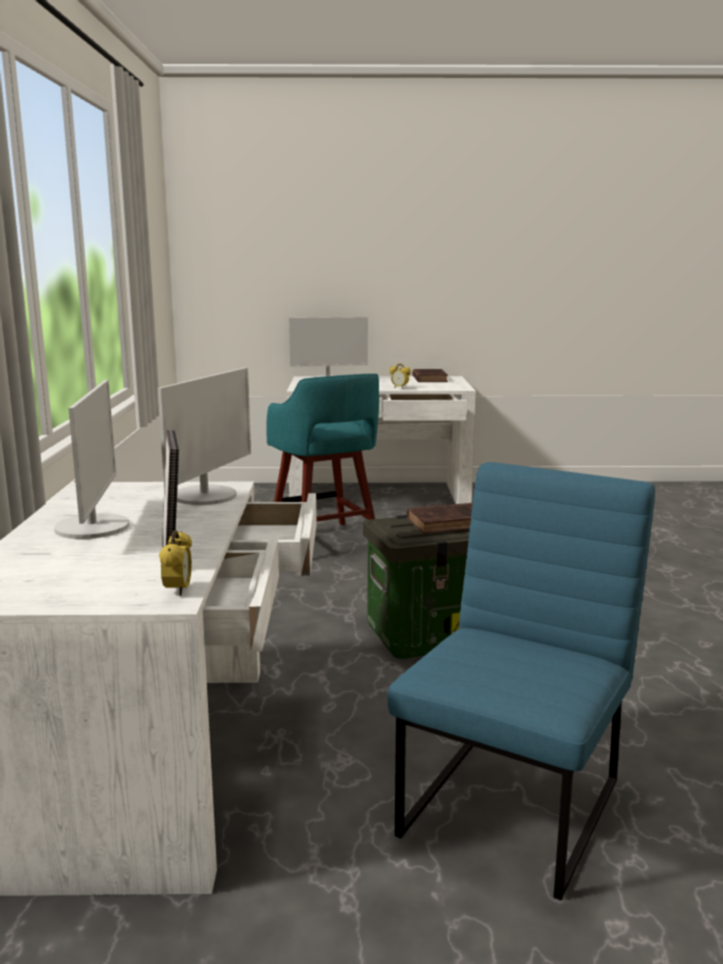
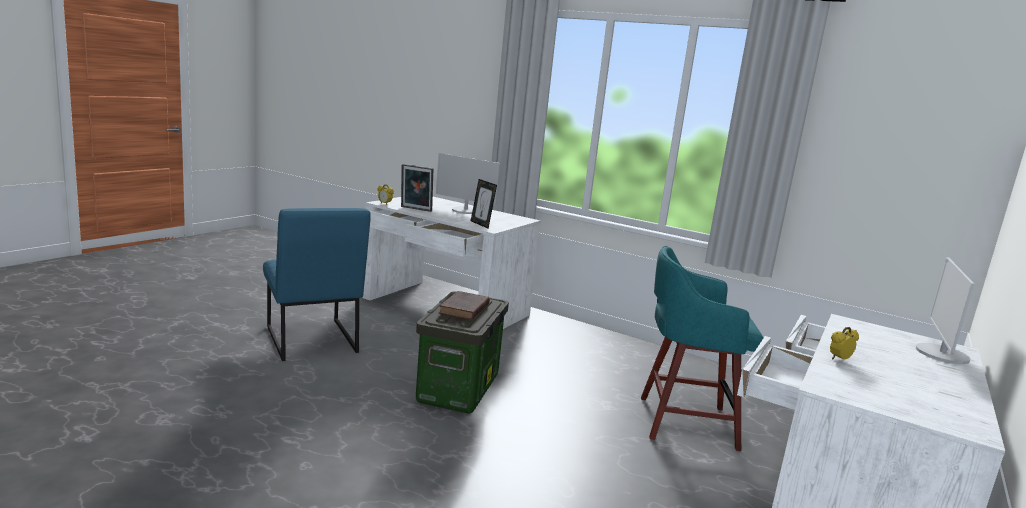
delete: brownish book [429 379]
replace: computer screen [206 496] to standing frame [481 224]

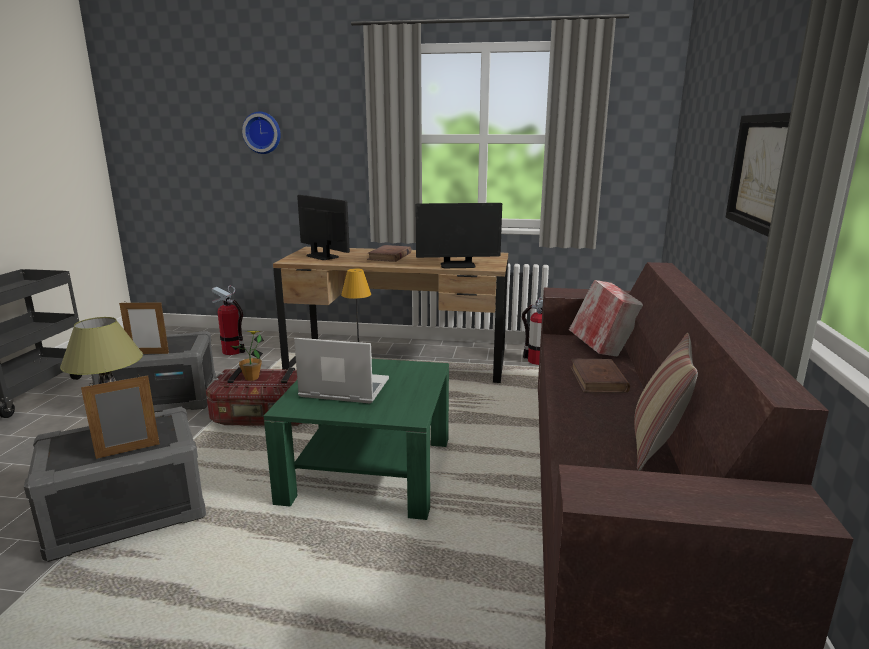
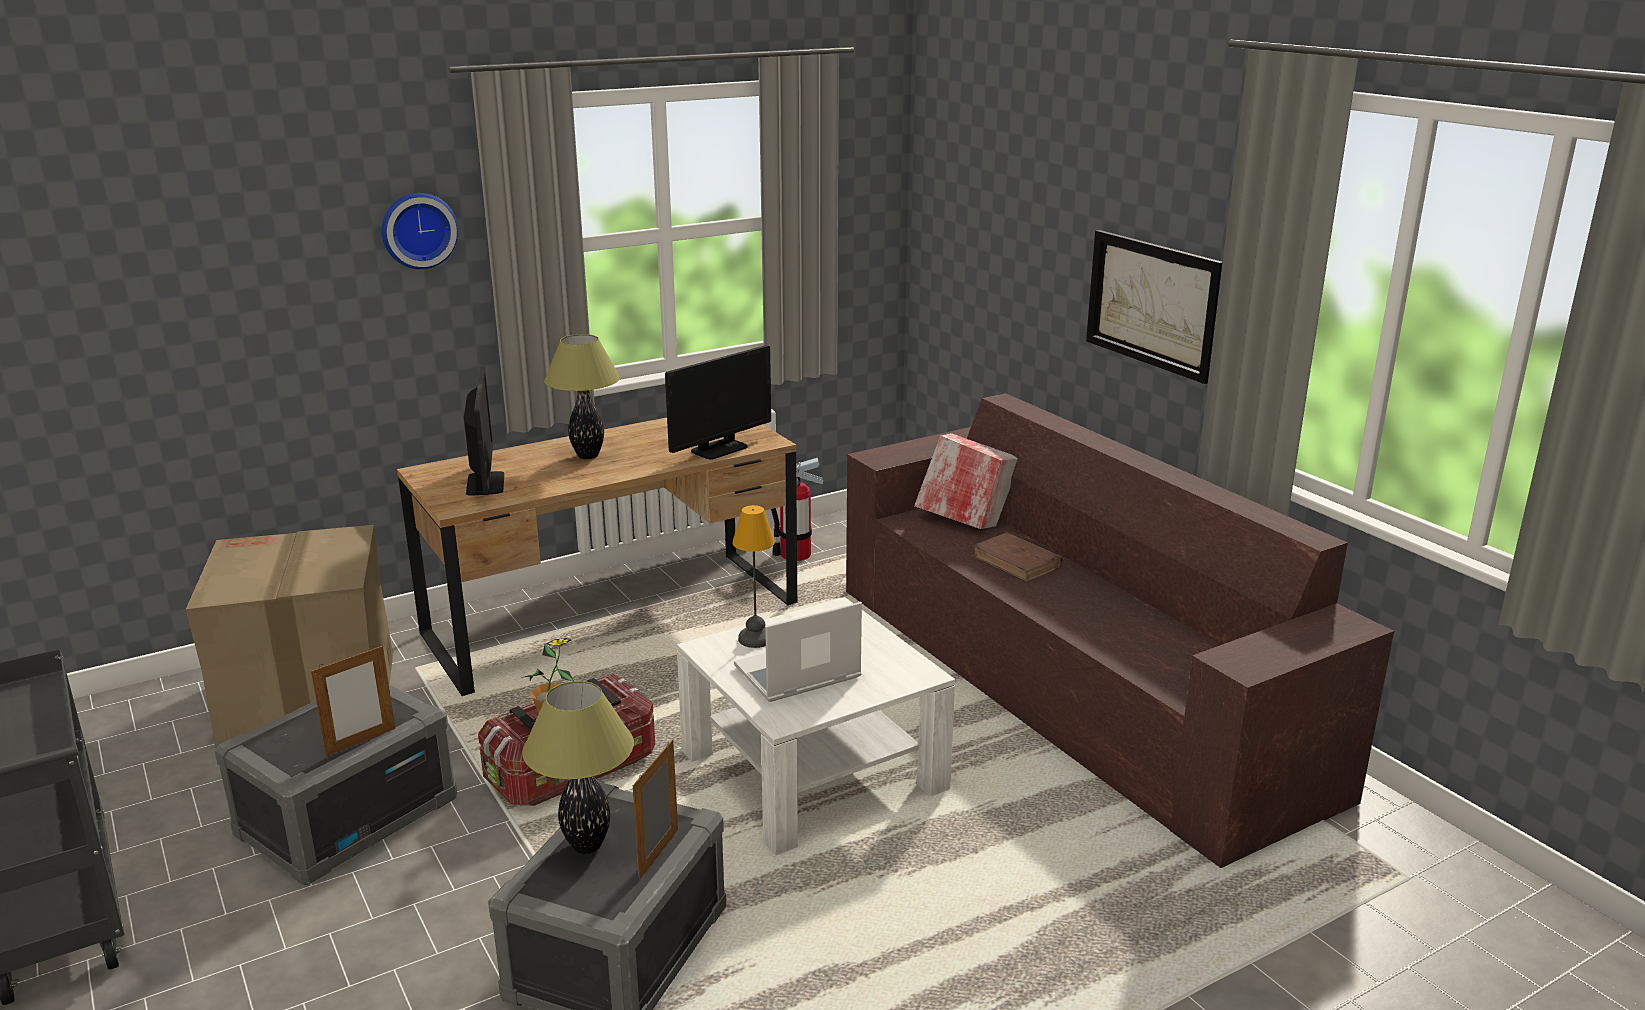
delete: throw pillow [656 445]
move: hanging clock [262 132] to [418 230]
replace: extinguisher [233 351] to carton [310 700]; brownish book [389 256] to lamp for a table [588 456]
recolor: greenish coffee table [368 469] to white coffee table [813 770]
rotate: computer screen [322 256] = [485 484] 75 degrees clockwise

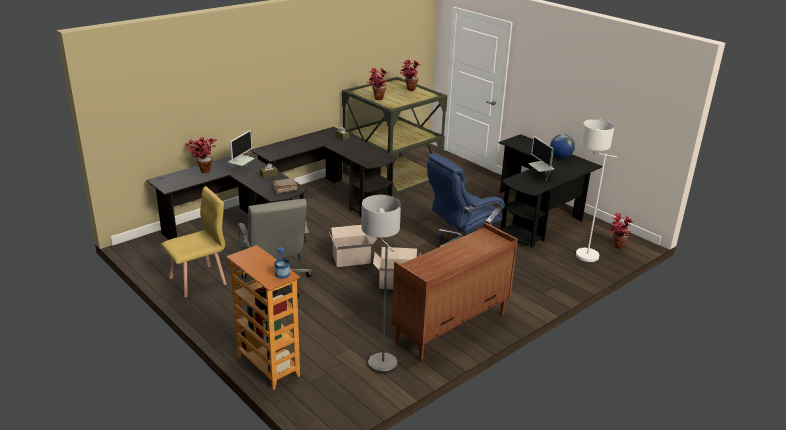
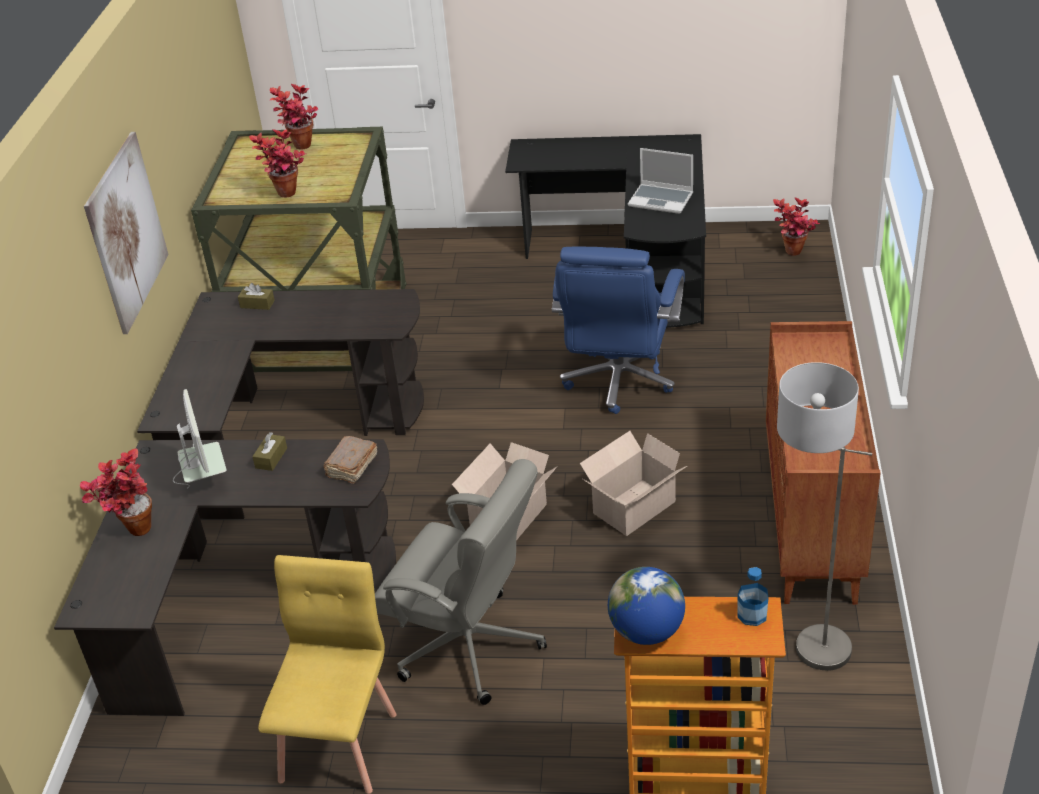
delete: white standard lamp [580 254]
insert: wall picture [126 232]
move: globe [560 157] to [647 631]
replace: computer screen [540 177] to notebook computer [661 200]

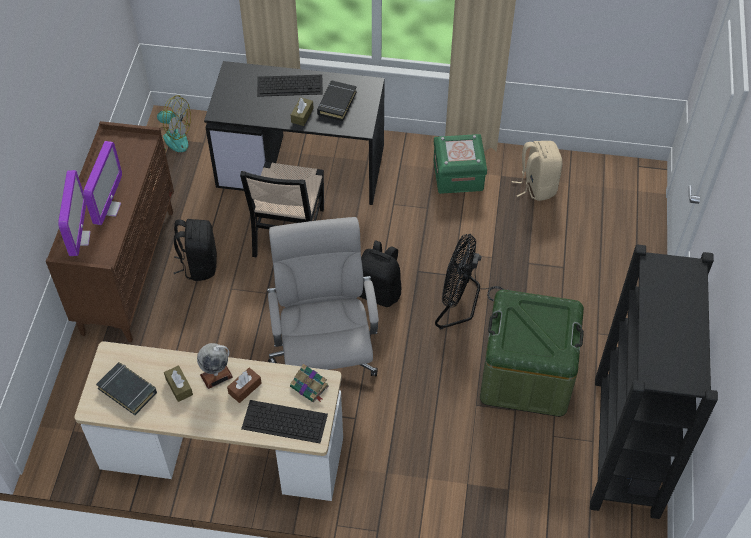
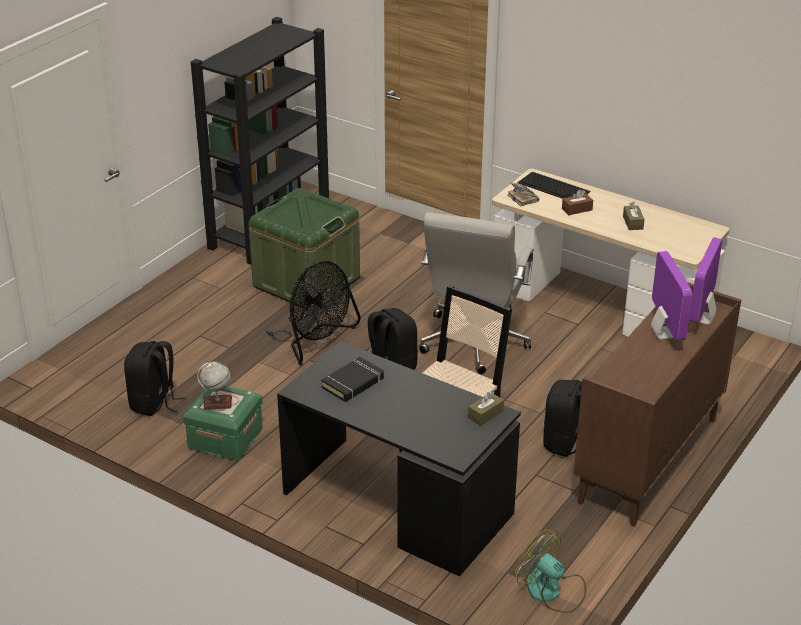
delete: blackish book [128 390]; PC keyboard [290 85]
move: globe [216 375] to [217 403]; brownish tissue holder [302 115] to [485 414]
recolor: sand-coloured rucksack [536 186] to blackish rucksack [154 403]
rotate: computer screen [109 208] = [664 333] 135 degrees clockwise

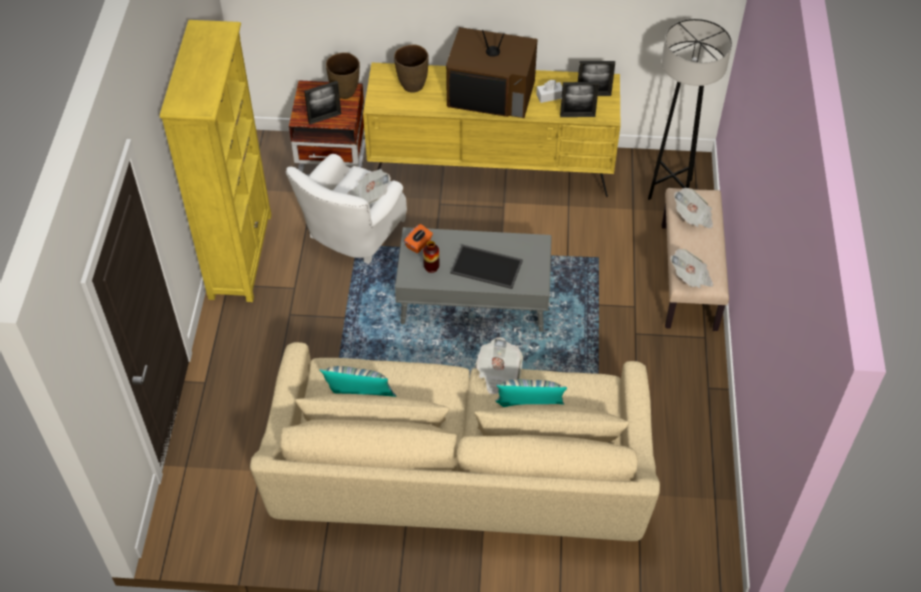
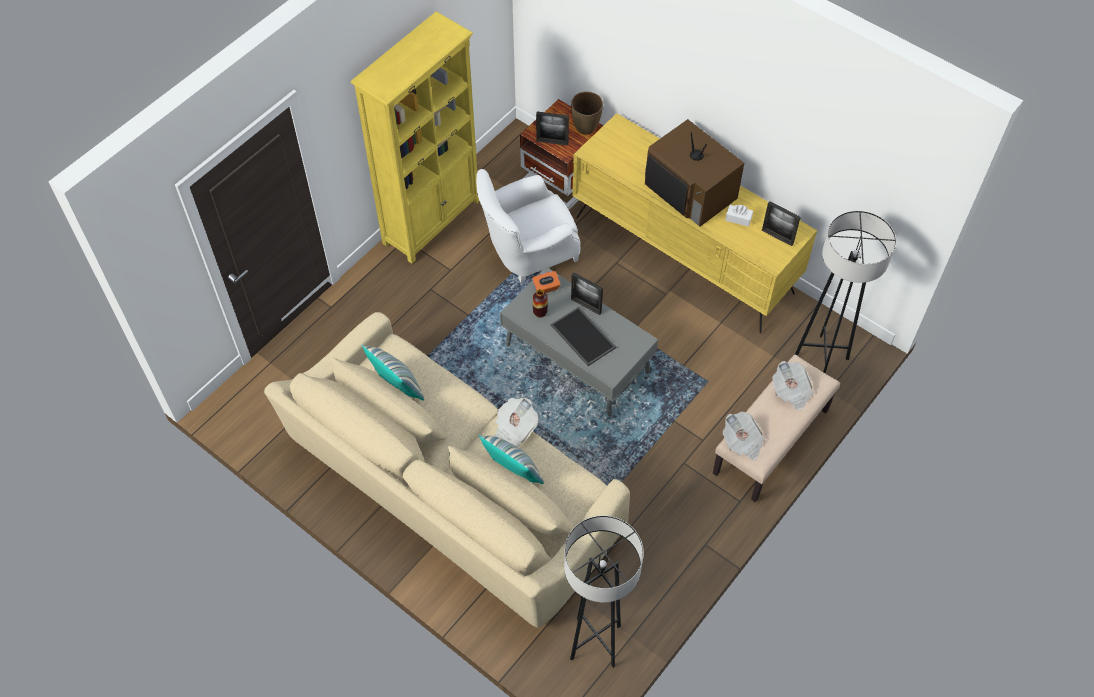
delete: newspaper [369 196]; brownish vase [412 85]
insert: gray standard lamp [595 642]
move: standing frame [577 115] to [586 306]

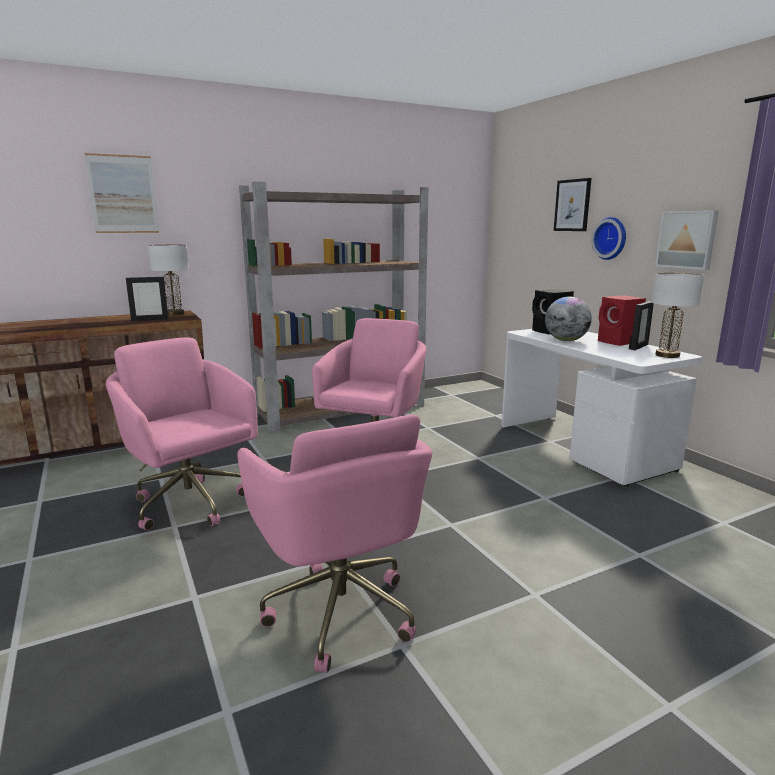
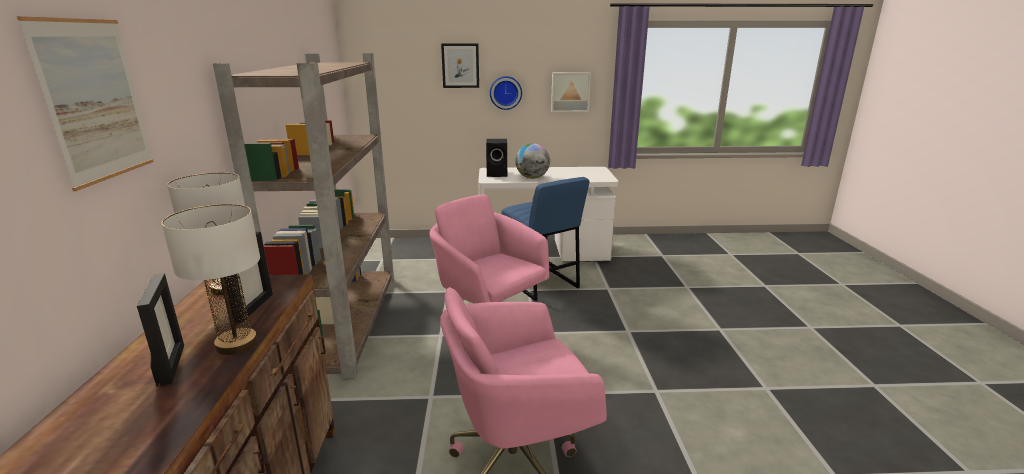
delete: pink-coloured office chair [338 610]; reddish loudspeaker [619 342]
insert: blue stool [541 283]
move: standing frame [638 347] to [171 365]; lamp for a table [667 355] to [237 344]

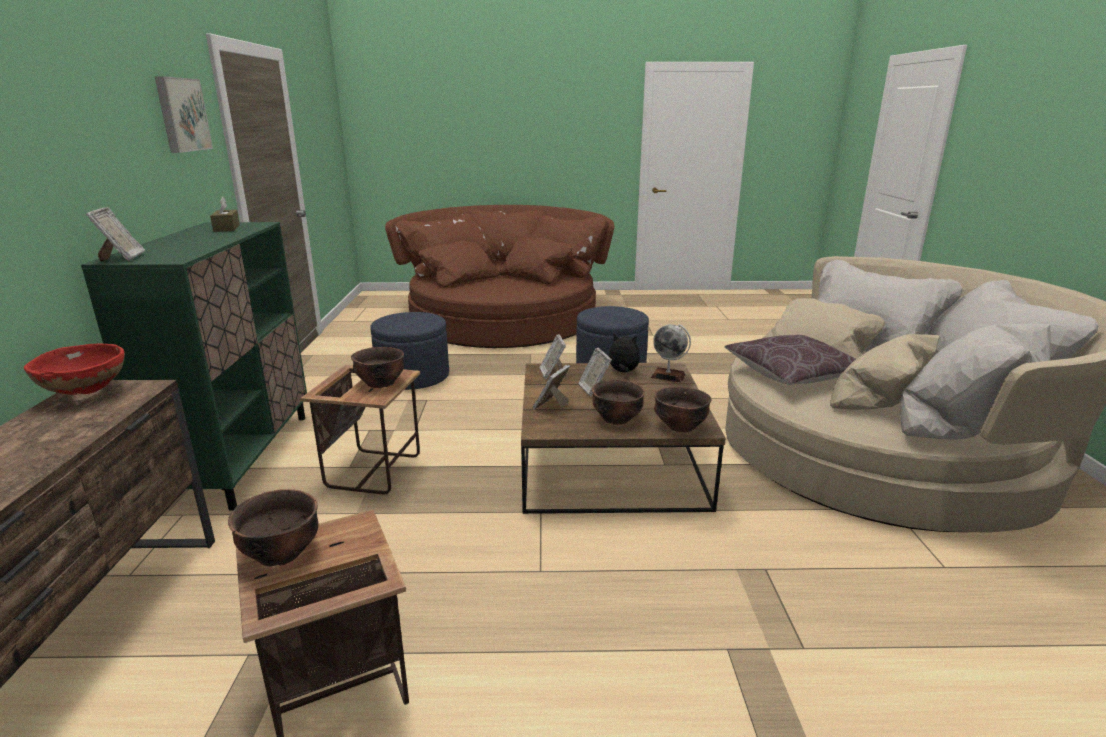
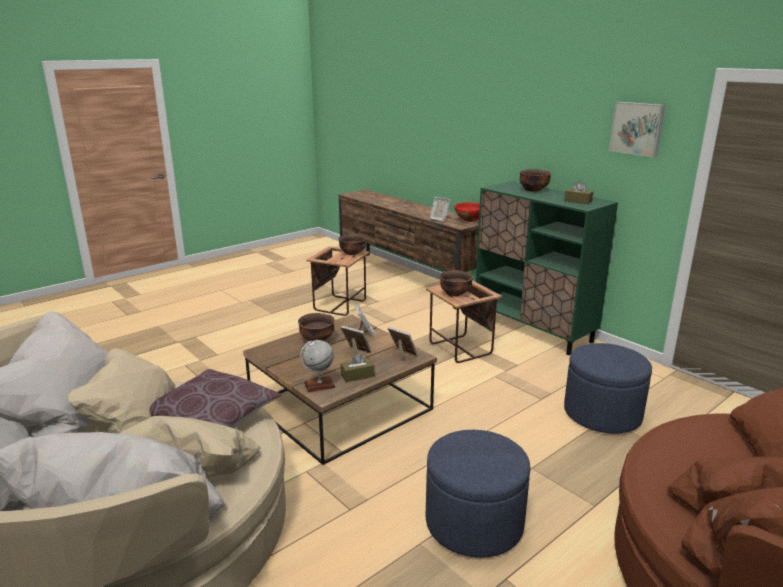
move: standing frame [122 258] to [439 220]; brownish bowl [679 426] to [533 190]
replace: plush toy [622 372] to brownish tissue holder [357 375]

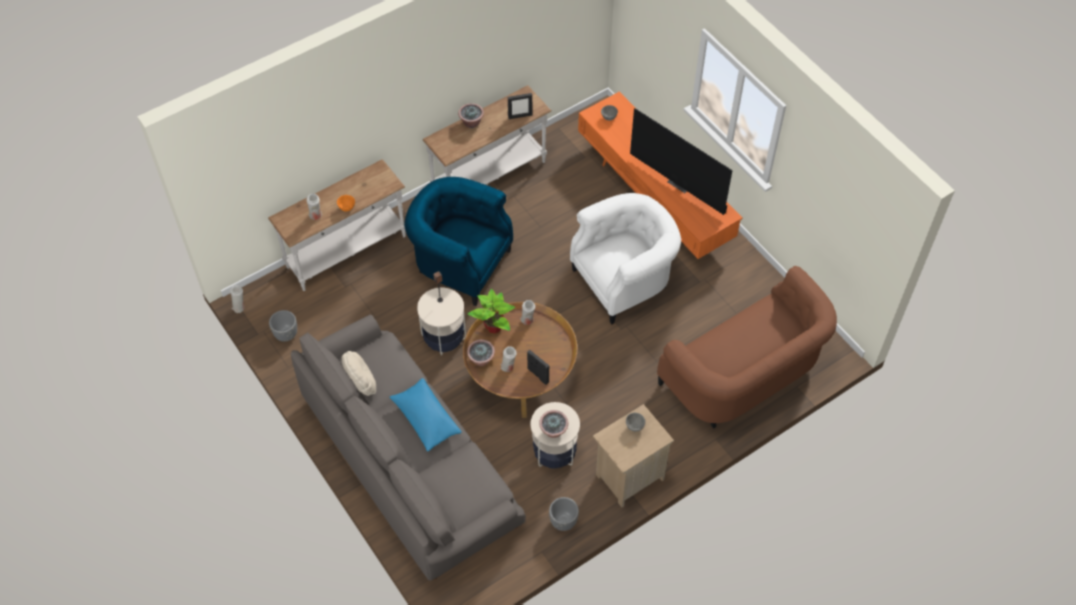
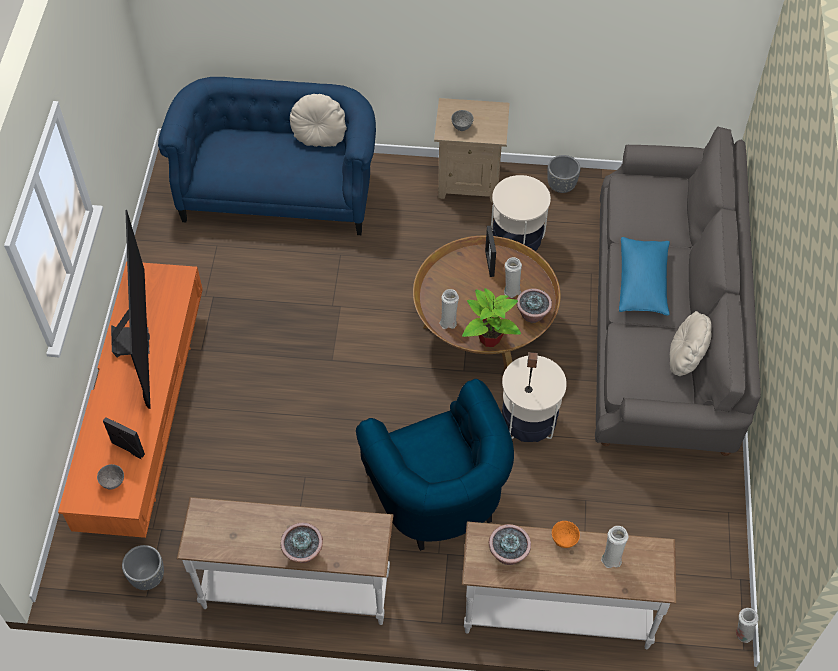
delete: white armchair [624 281]
insert: sand-coloured throw pillow [320 139]
move: standing frame [520 115] to [127 449]; gray plant pot [286 334] to [148 578]; houseplant [553 431] to [508 553]
recolor: brownish settee [742 375] to blue settee [279 191]

